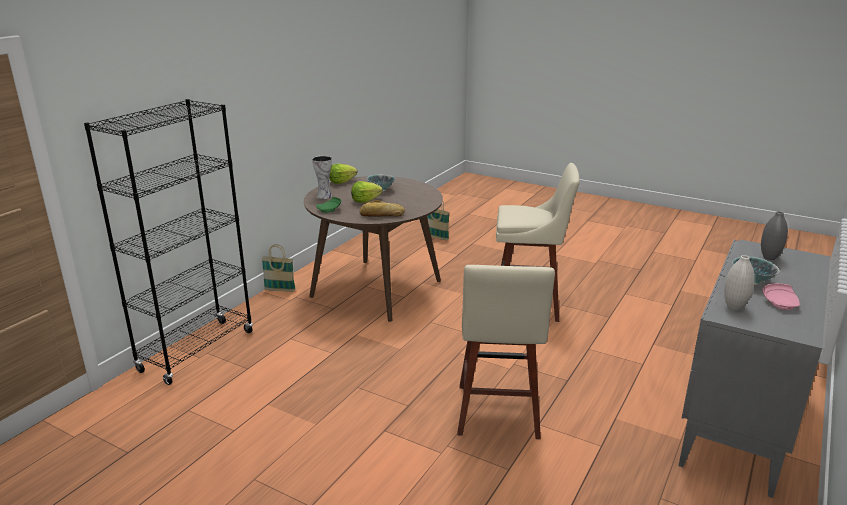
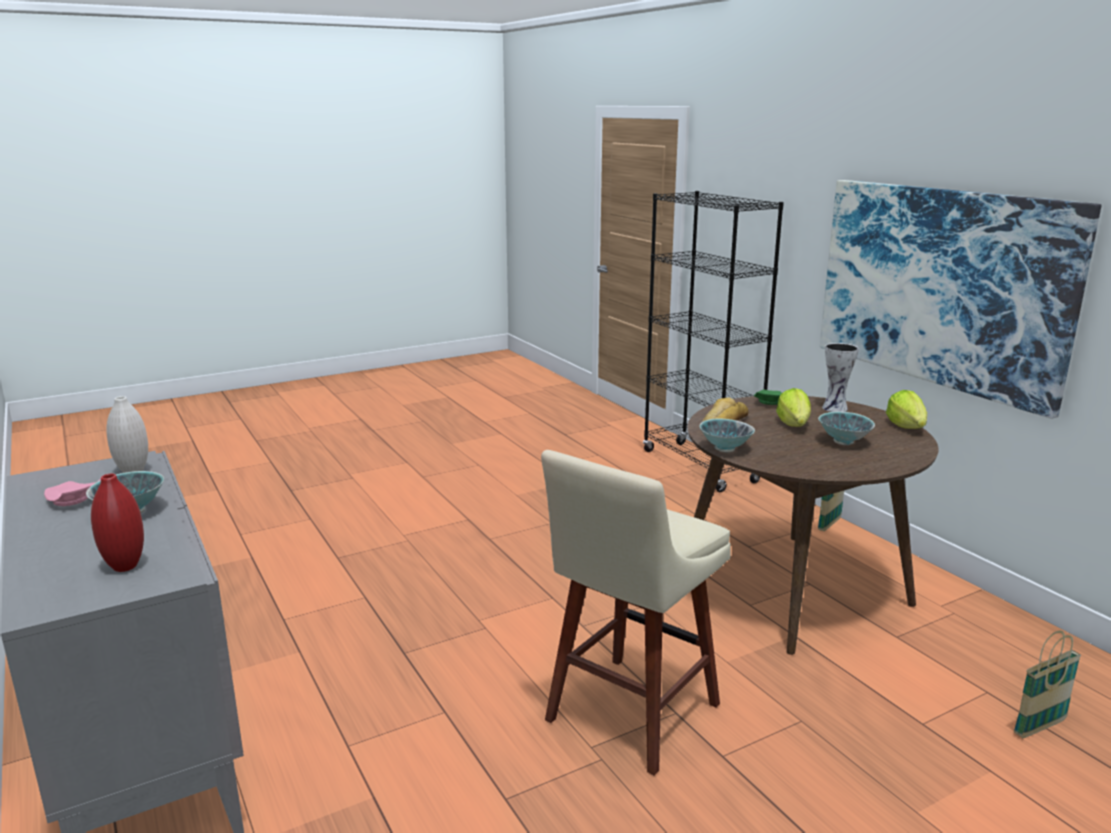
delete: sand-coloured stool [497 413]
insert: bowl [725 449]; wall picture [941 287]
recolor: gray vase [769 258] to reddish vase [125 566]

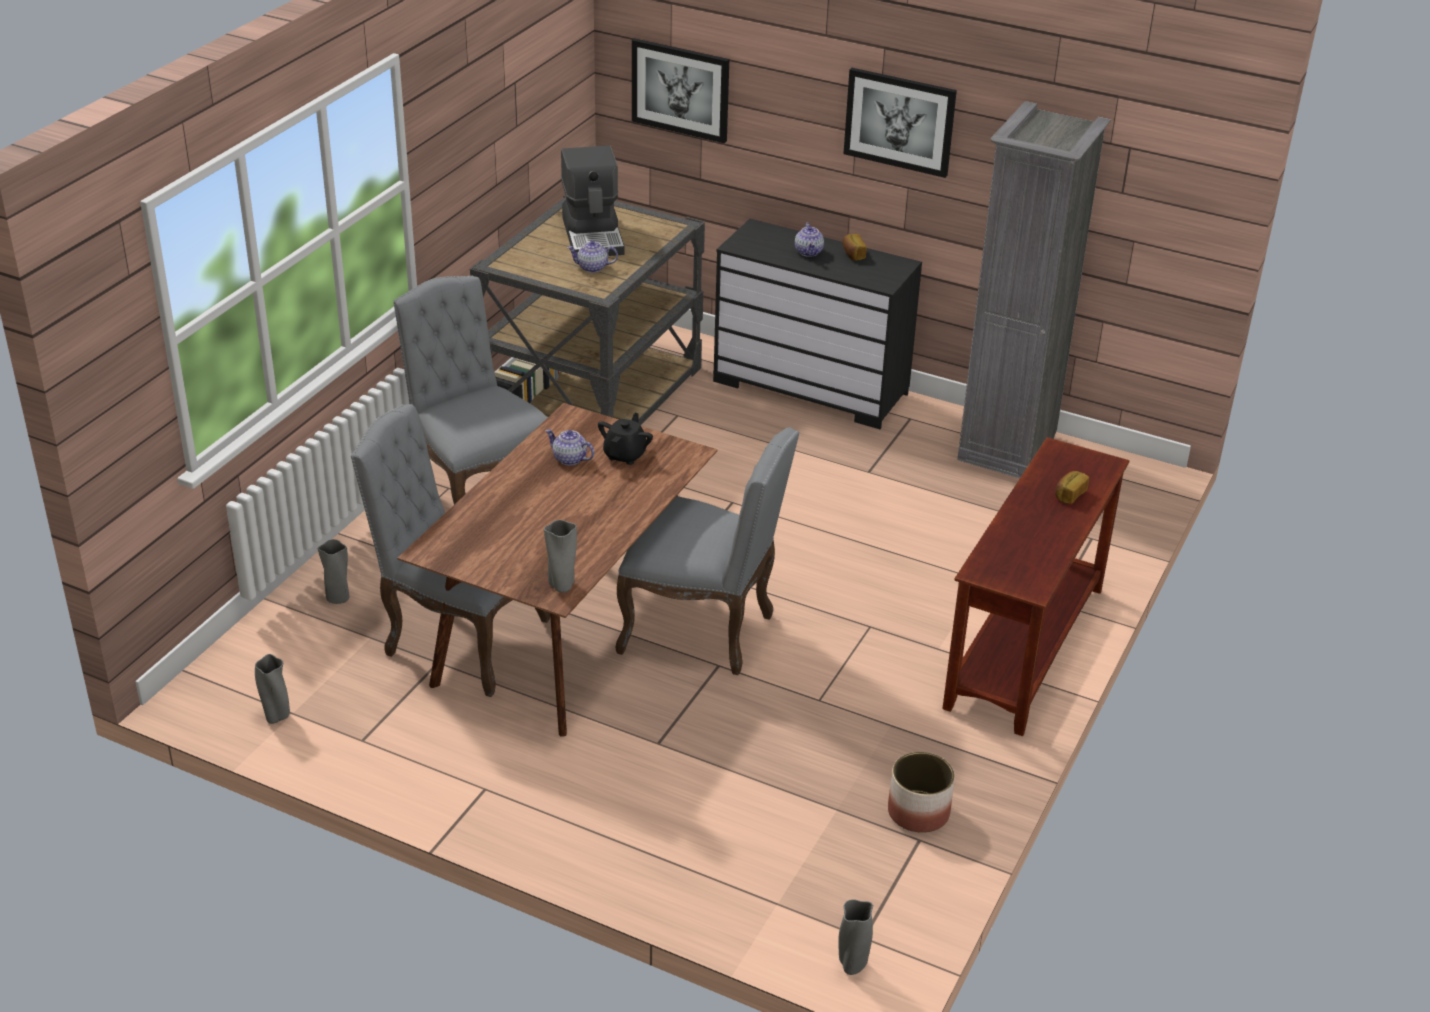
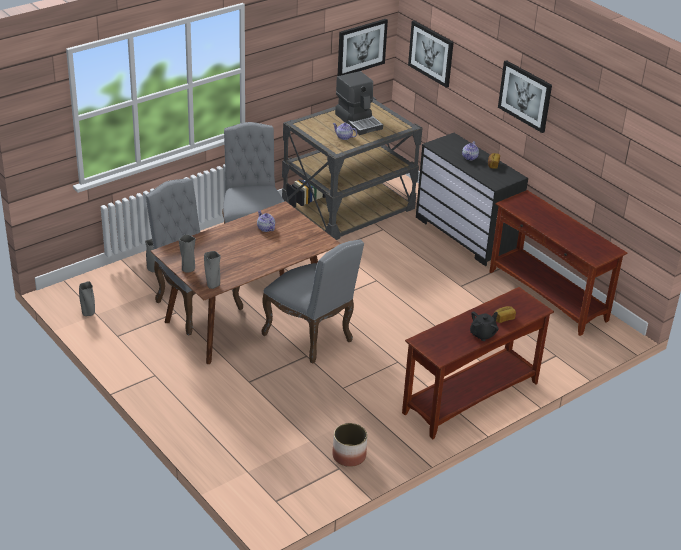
insert: wall picture [361 47]
move: gray vase [852 965] to [188 269]; blackish teapot [625 455] to [483 334]
replace: gray cupboard [1007 449] to brownish console table [548 296]
rotate: coffee brewer [594 235] = [359 121] 45 degrees counterclockwise

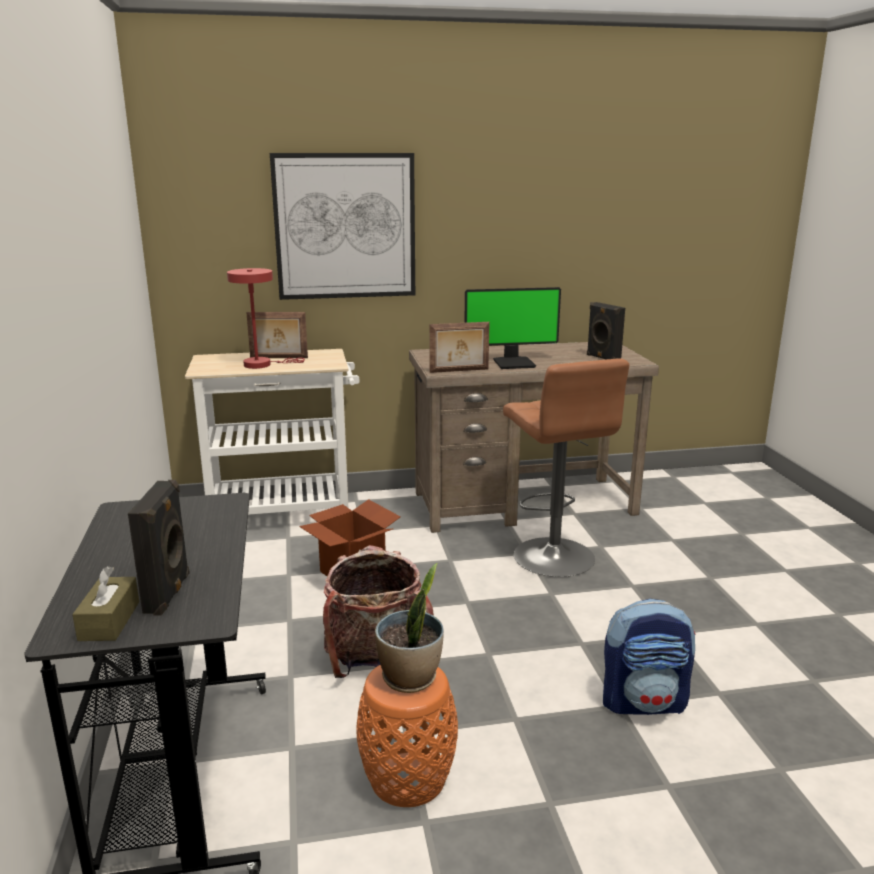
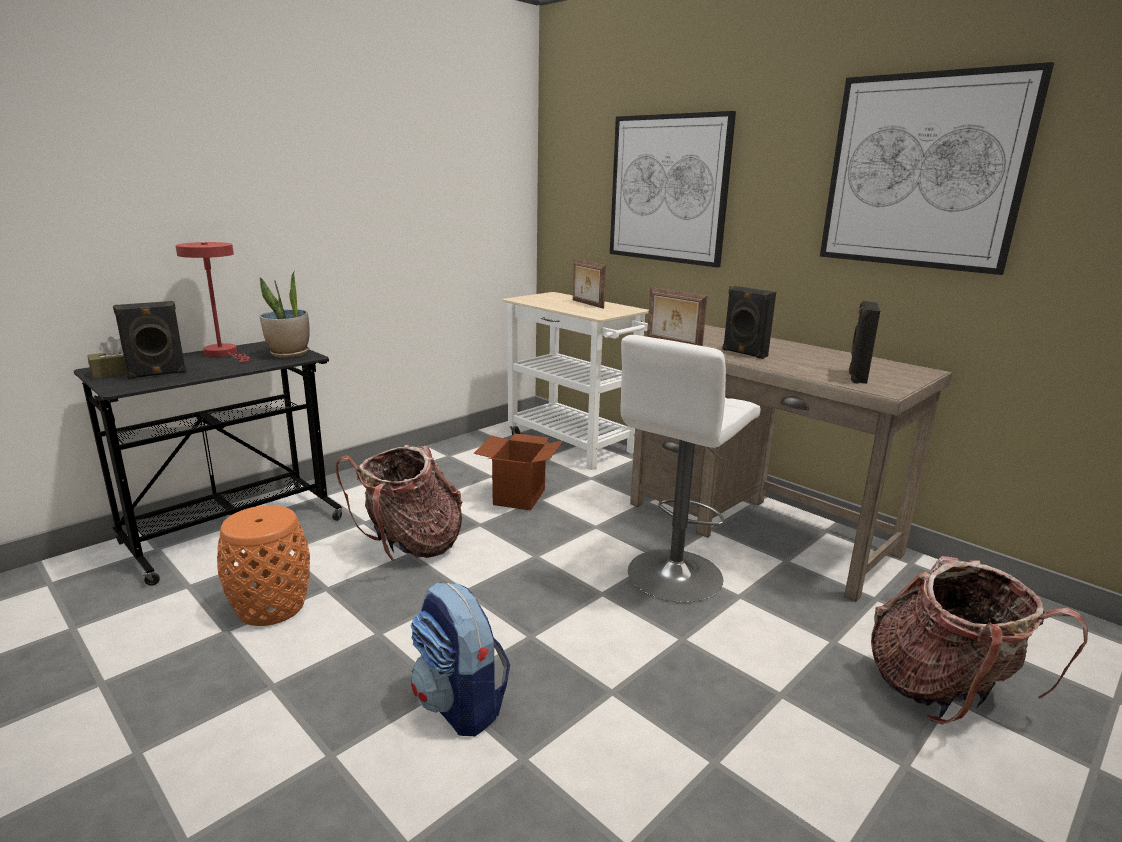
insert: wall picture [923 172]; rucksack [944 691]
move: reddish lamp for a table [262 364] to [224 354]; houseplant [410 678] to [289 354]
replace: computer screen [514 363] to blackish loudspeaker [743 353]
recolor: brownish stool [553 557] to white stool [673 575]

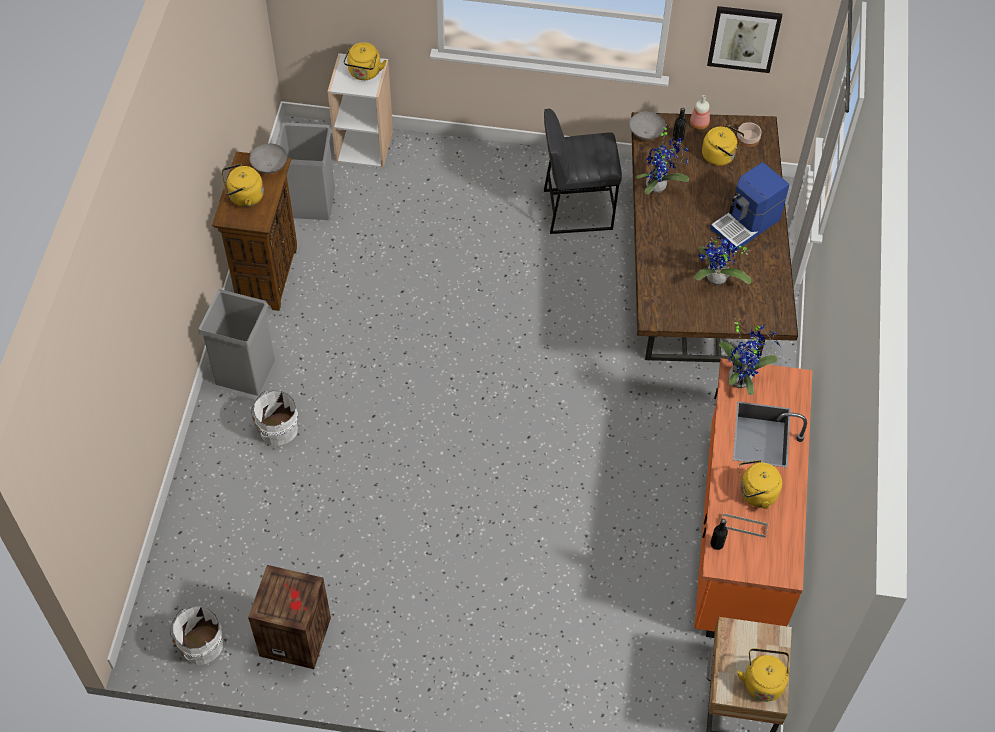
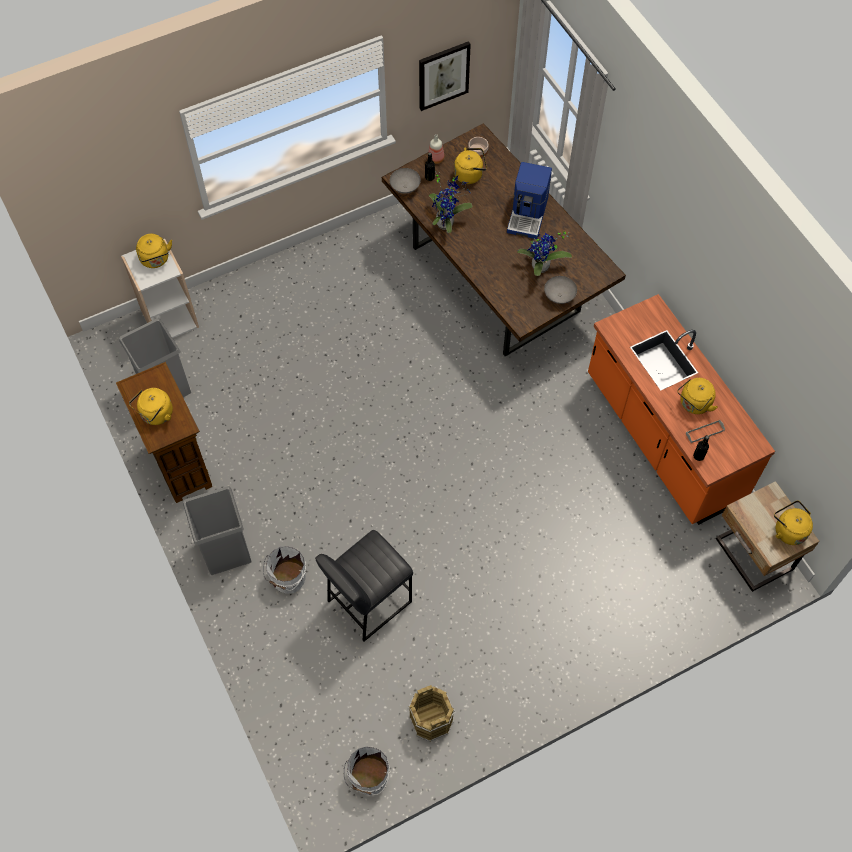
delete: houseplant [741 378]
move: gray stool [576 209] to [368 602]; gray bowl [269 166] to [559 296]
replace: crate [297 636] to brownish bucket [431 719]

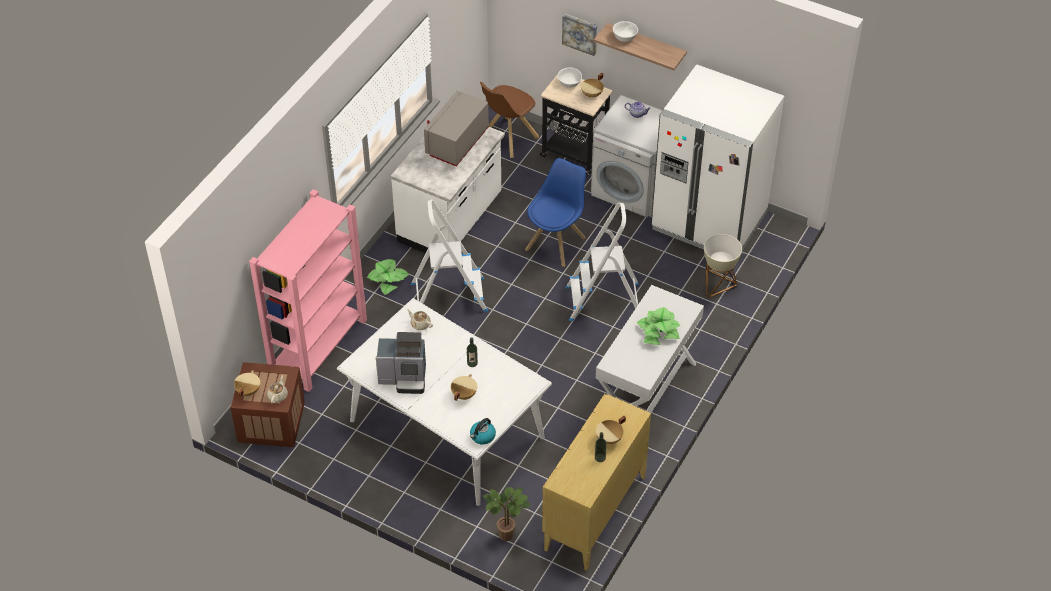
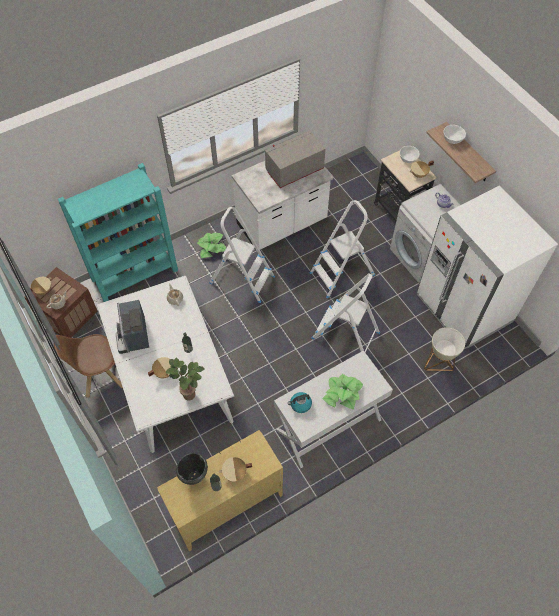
delete: wall picture [580 33]
insert: blackish cooking pot [194 477]
move: brownish upright chair [507 138] to [99 375]; houseplant [508 534] to [191 395]; water kettle [482 436] to [300 404]
replace: blue upright chair [556 243] to white stepladder [341 274]
recolor: pink-coloured bookshelf [318 346] to turquoise bookshelf [134 274]
rotate: coffee brewer [404 378] = [134 336] 45 degrees clockwise

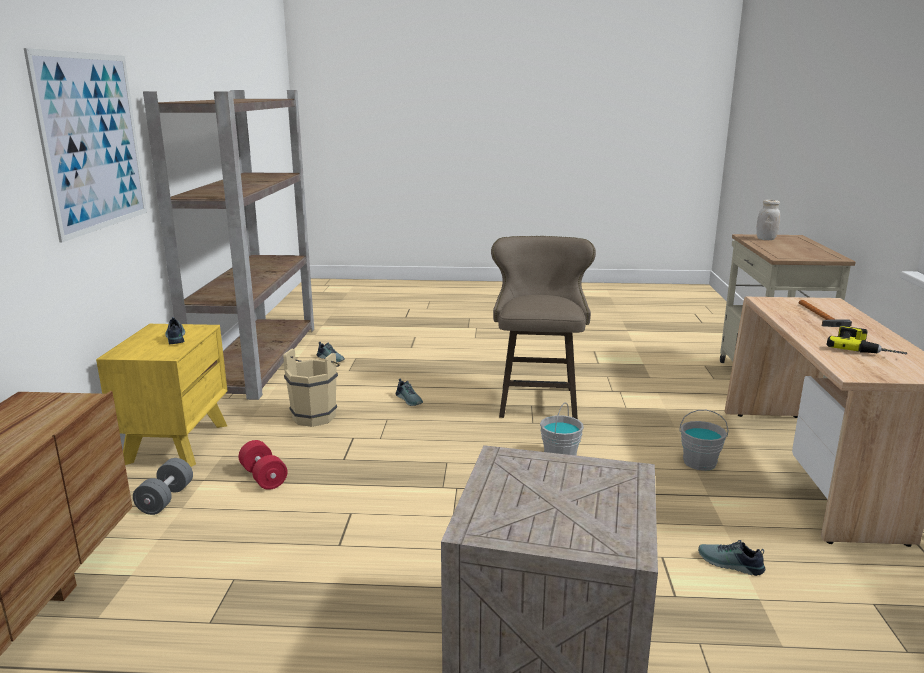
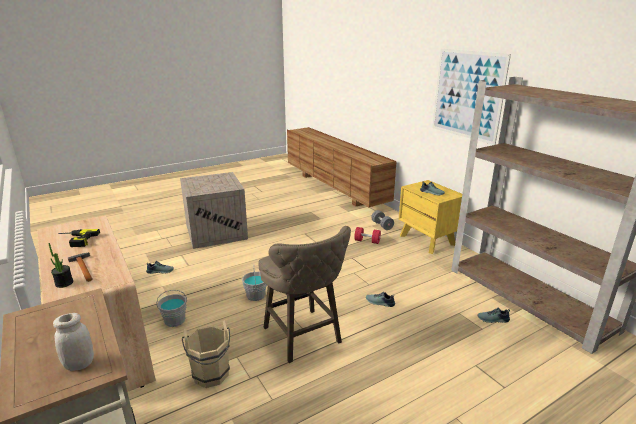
insert: houseplant [64 283]
move: sand-coloured bucket [316 415] to [211 376]

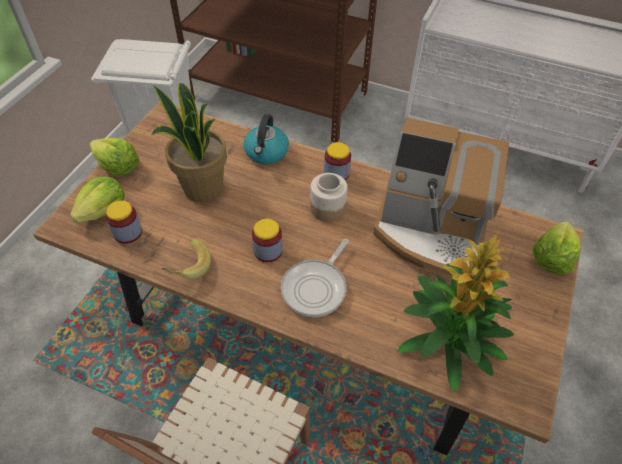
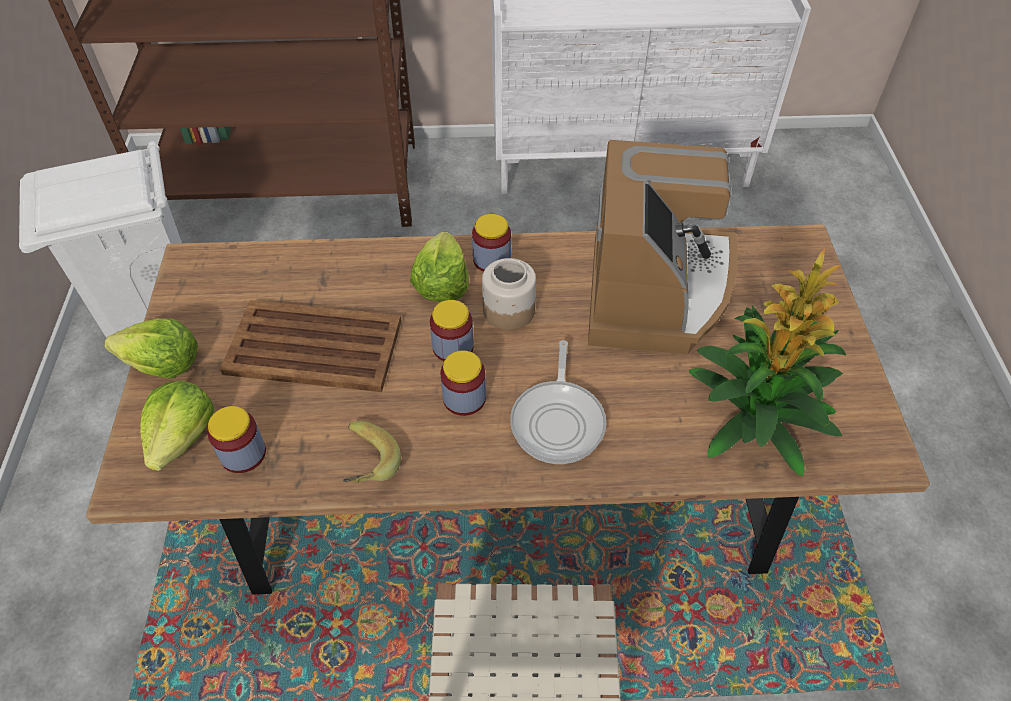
delete: water kettle [266 153]
insert: storage jar [453 347]
move: lettuce head [551 258] to [441 283]
replace: houseplant [202 188] to brownish carrying tray [315 347]
rotate: coffee brewer [431 232] = [656 292] 75 degrees counterclockwise

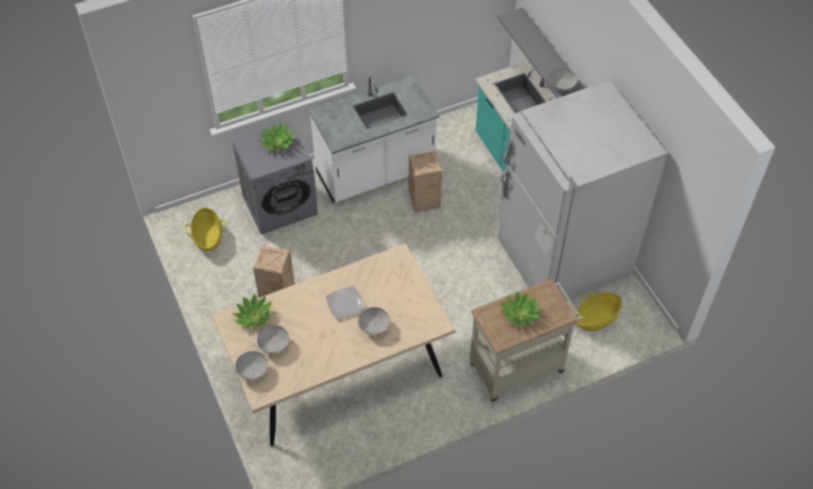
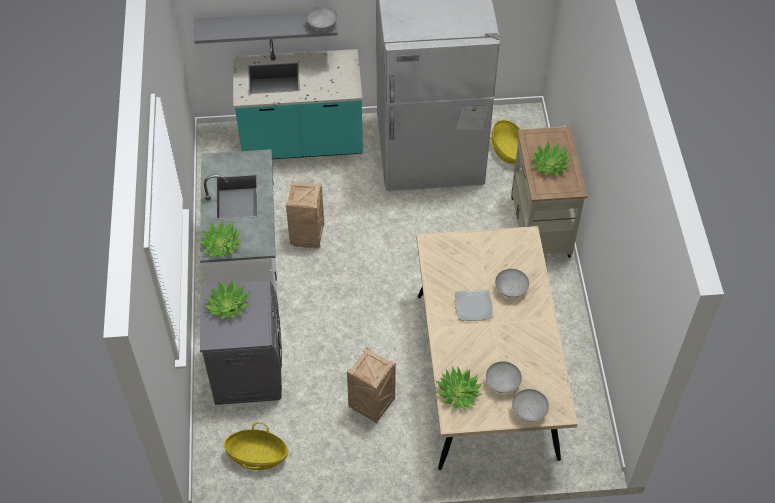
insert: houseplant [221 245]

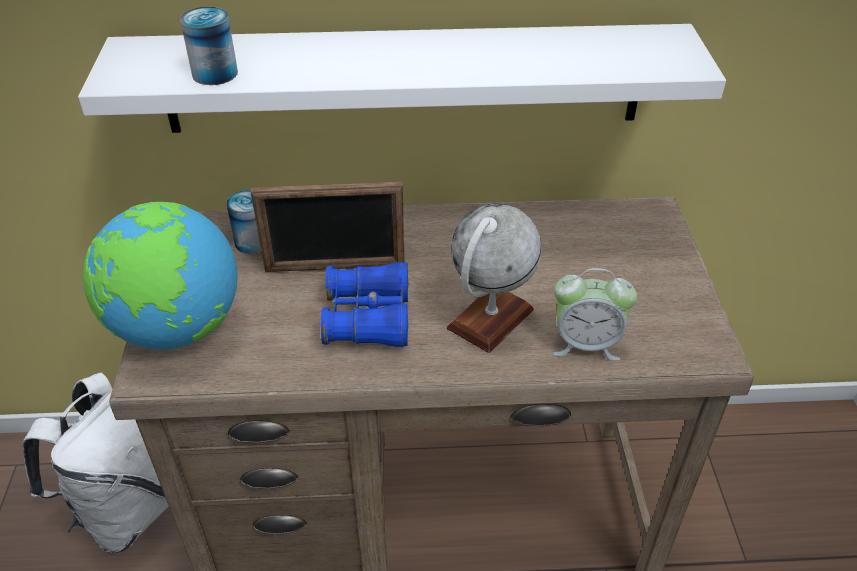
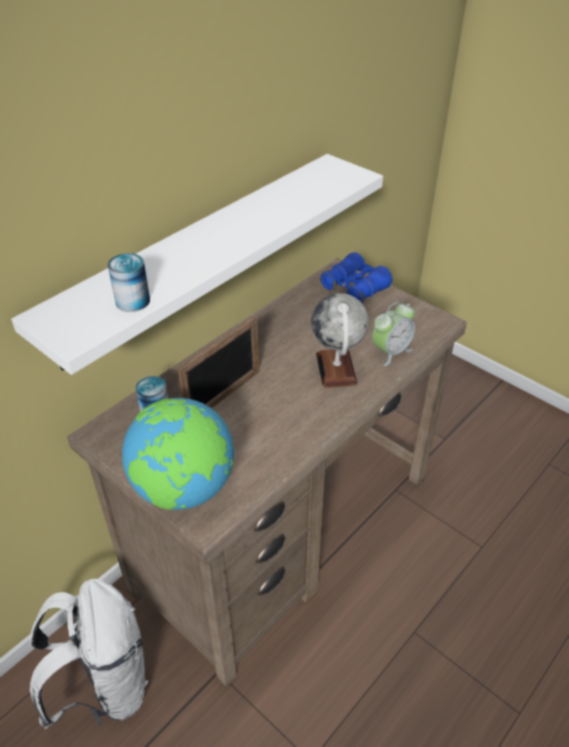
move: blue binoculars [368 318] to [355 288]

